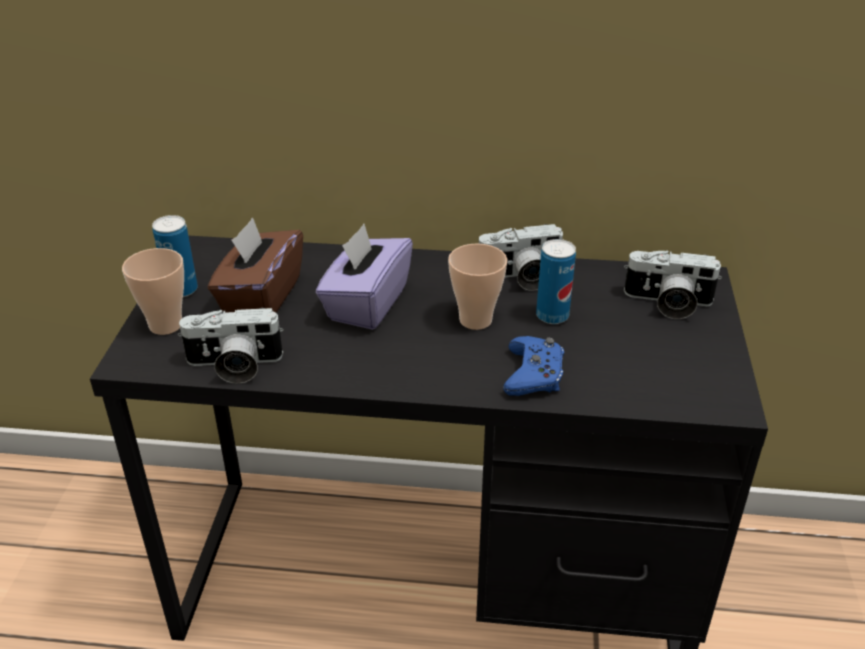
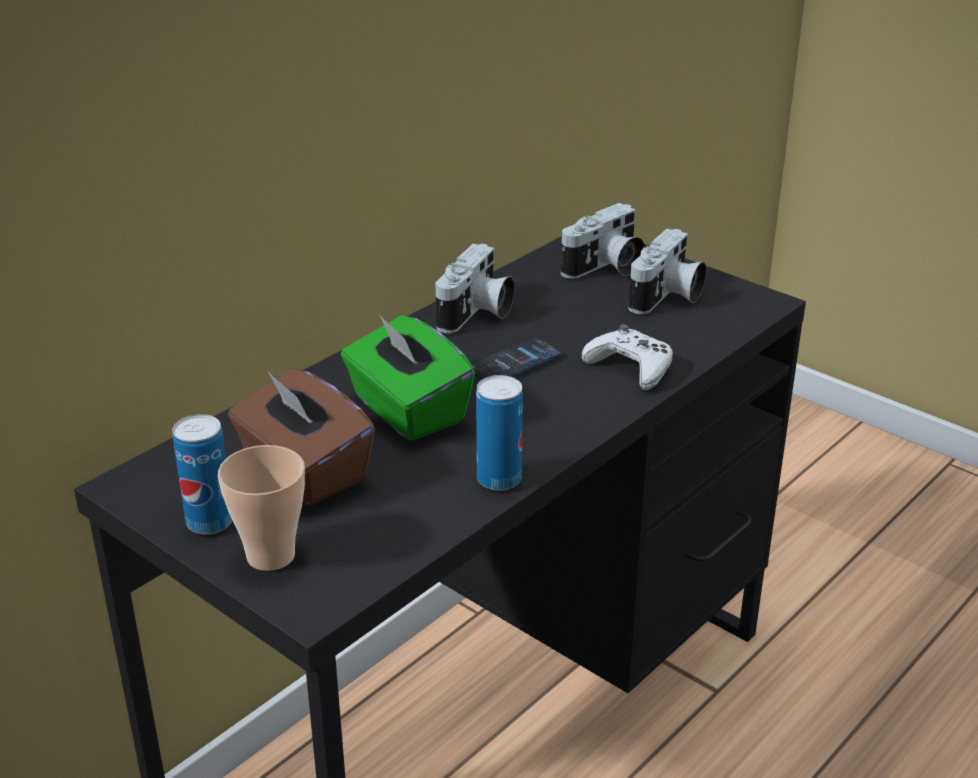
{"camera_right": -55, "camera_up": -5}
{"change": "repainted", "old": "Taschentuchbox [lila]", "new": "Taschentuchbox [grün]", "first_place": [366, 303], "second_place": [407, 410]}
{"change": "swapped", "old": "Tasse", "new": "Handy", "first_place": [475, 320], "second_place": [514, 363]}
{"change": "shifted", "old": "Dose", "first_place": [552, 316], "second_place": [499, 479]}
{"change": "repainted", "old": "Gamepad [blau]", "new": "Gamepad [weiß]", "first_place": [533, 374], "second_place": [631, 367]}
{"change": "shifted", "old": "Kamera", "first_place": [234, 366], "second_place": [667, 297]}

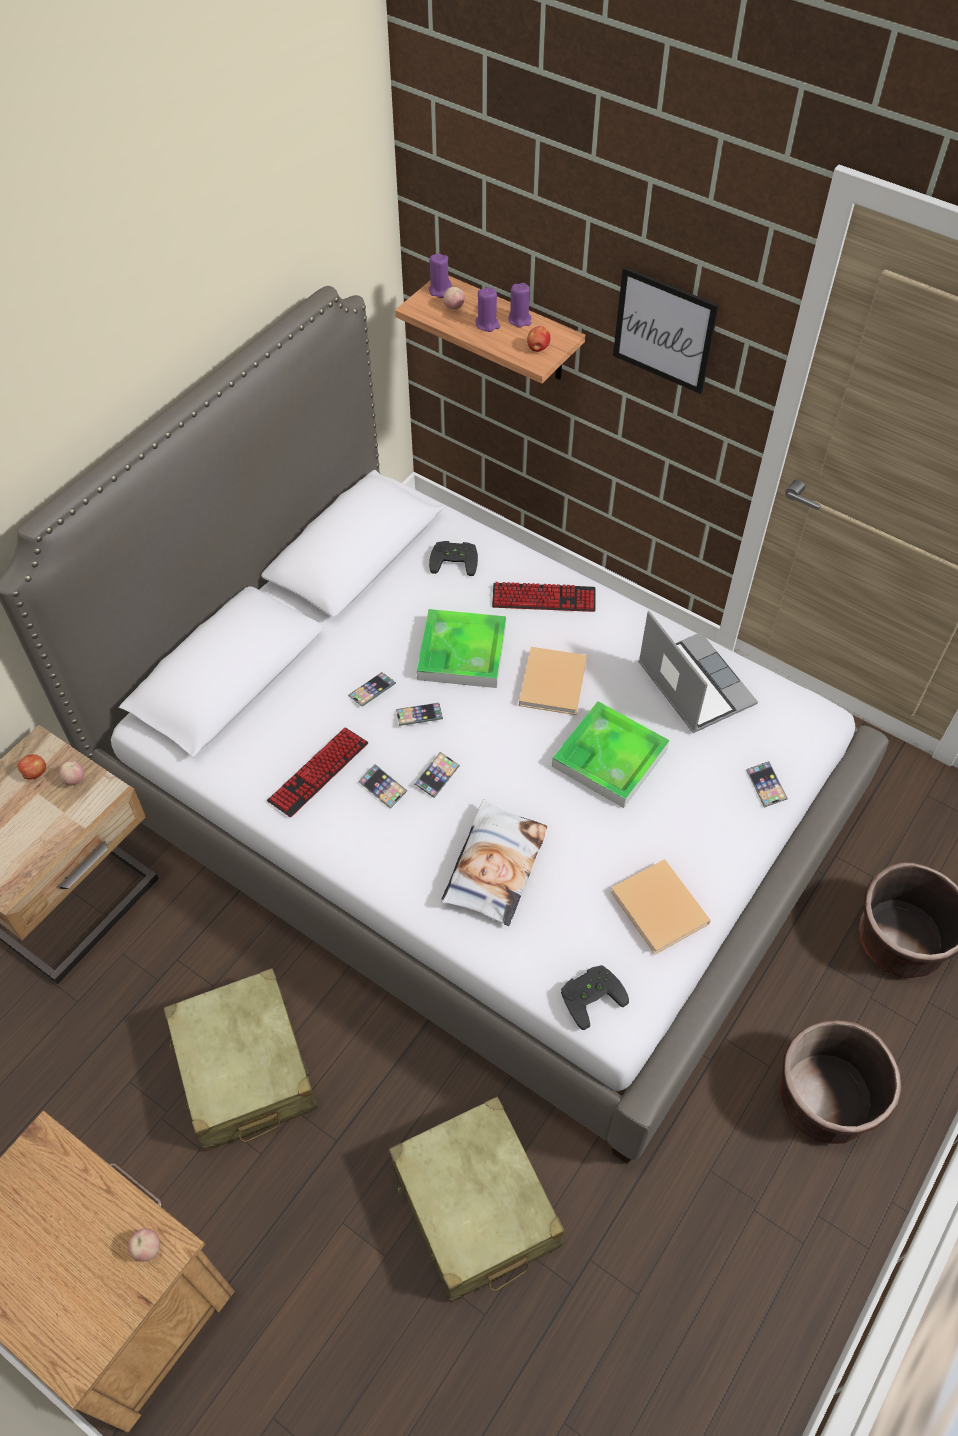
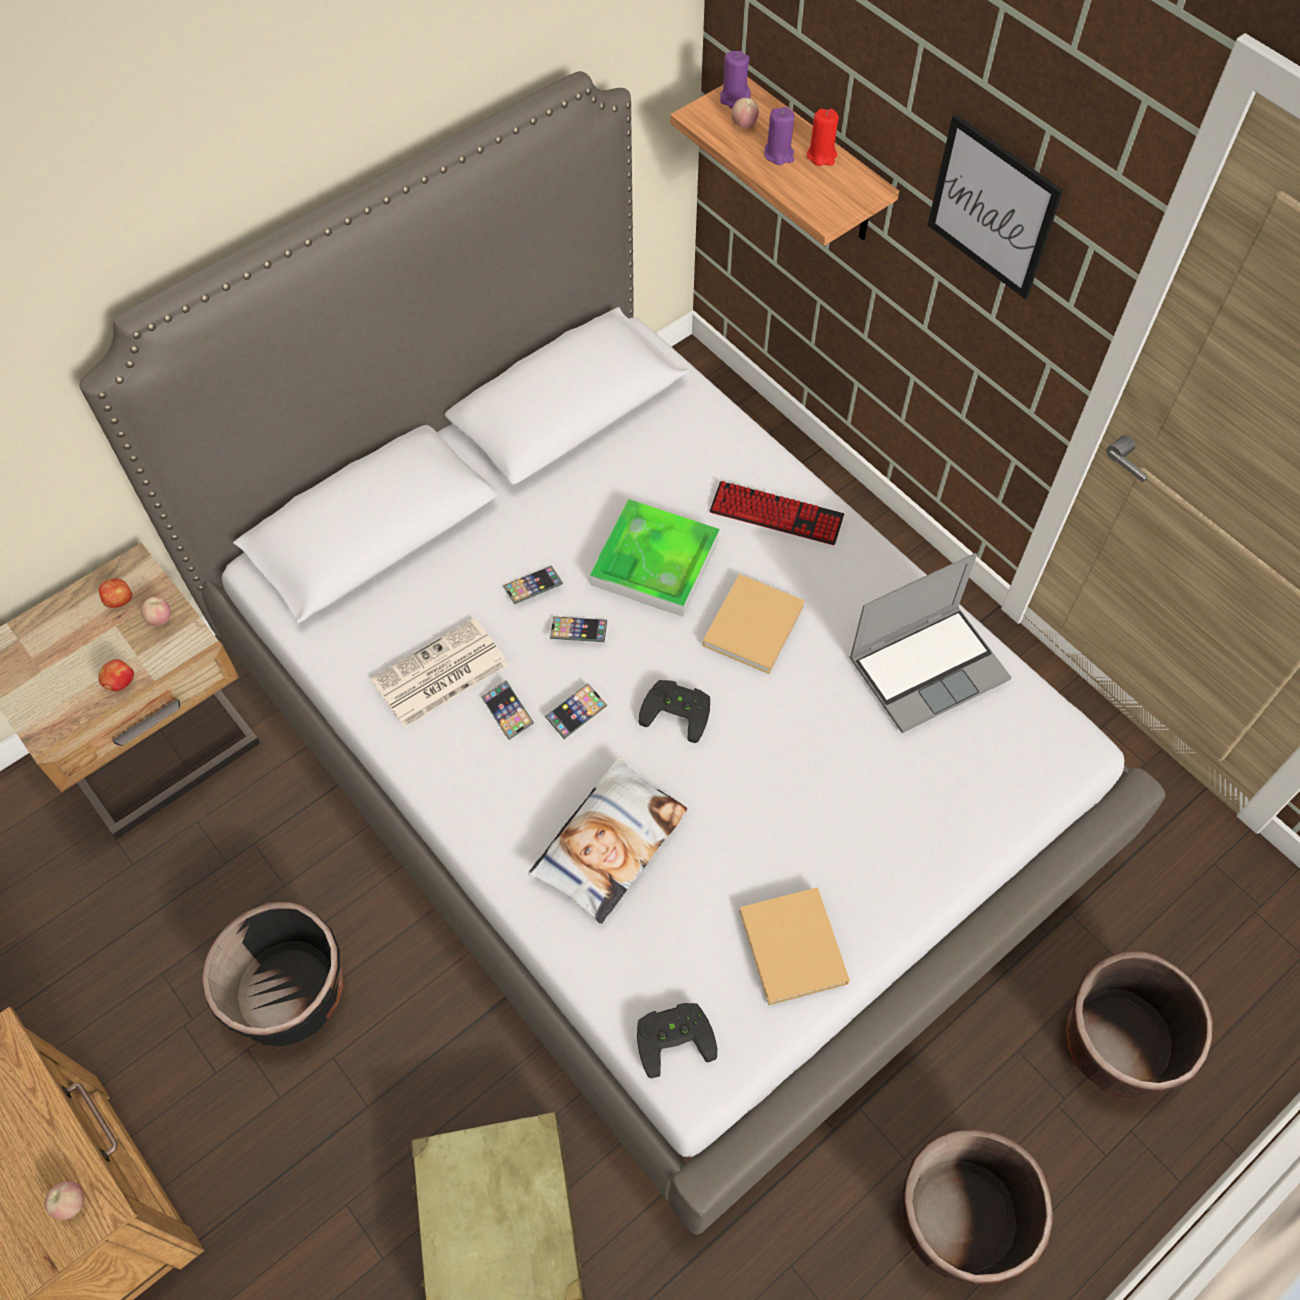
{"camera_right": 15, "camera_up": 5}
{"change": "shifted", "old": "Apfel", "first_place": [538, 348], "second_place": [120, 683]}
{"change": "swapped", "old": "Koffer [beige]", "new": "Pflanzkübel [schwarz]", "first_place": [245, 1069], "second_place": [291, 993]}
{"change": "swapped", "old": "Tastatur", "new": "Zeitung", "first_place": [318, 773], "second_place": [439, 675]}
{"change": "shifted", "old": "Gamepad [schwarz]", "first_place": [455, 559], "second_place": [678, 709]}
{"change": "repainted", "old": "Kerze [lila]", "new": "Kerze [rot]", "first_place": [519, 320], "second_place": [821, 155]}
{"change": "rotated", "old": "Laptop", "first_place": [693, 684], "second_place": [928, 667], "degrees": 75}
{"change": "gone", "old": "Tablett", "first_place": [609, 758]}
{"change": "gone", "old": "Handy", "first_place": [765, 786]}

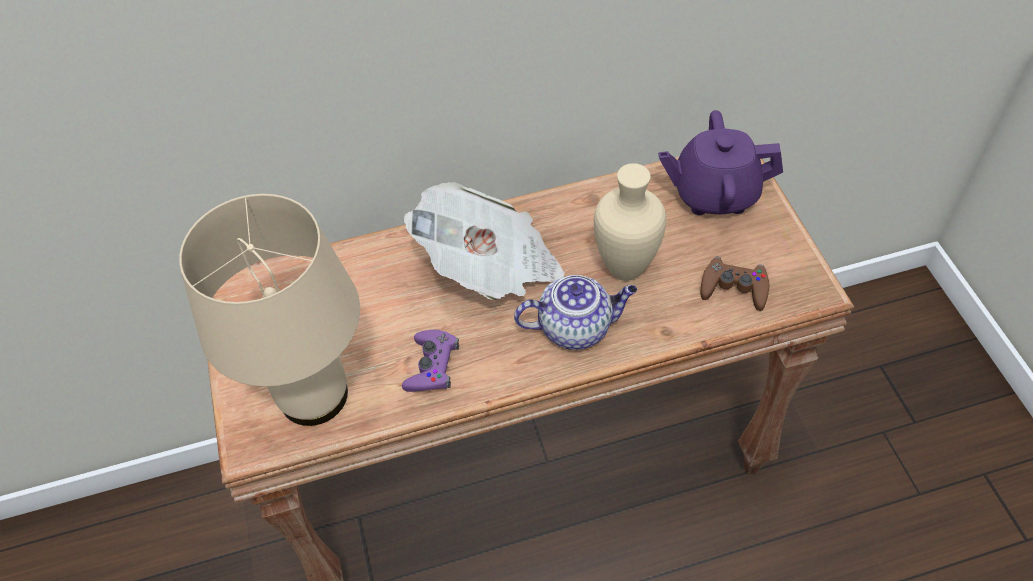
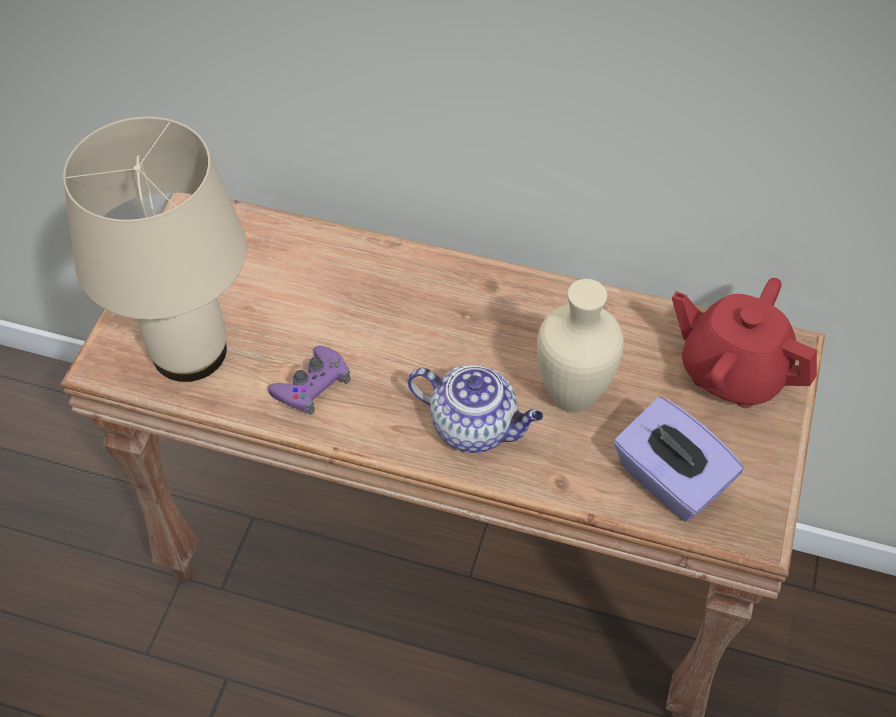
{"camera_right": 30, "camera_up": 0}
{"change": "swapped", "old": "Gamepad [braun]", "new": "Taschentuchbox [lila]", "first_place": [734, 288], "second_place": [669, 480]}
{"change": "repainted", "old": "Teekanne [lila]", "new": "Teekanne [rot]", "first_place": [714, 194], "second_place": [732, 372]}
{"change": "gone", "old": "Zeitung", "first_place": [490, 266]}

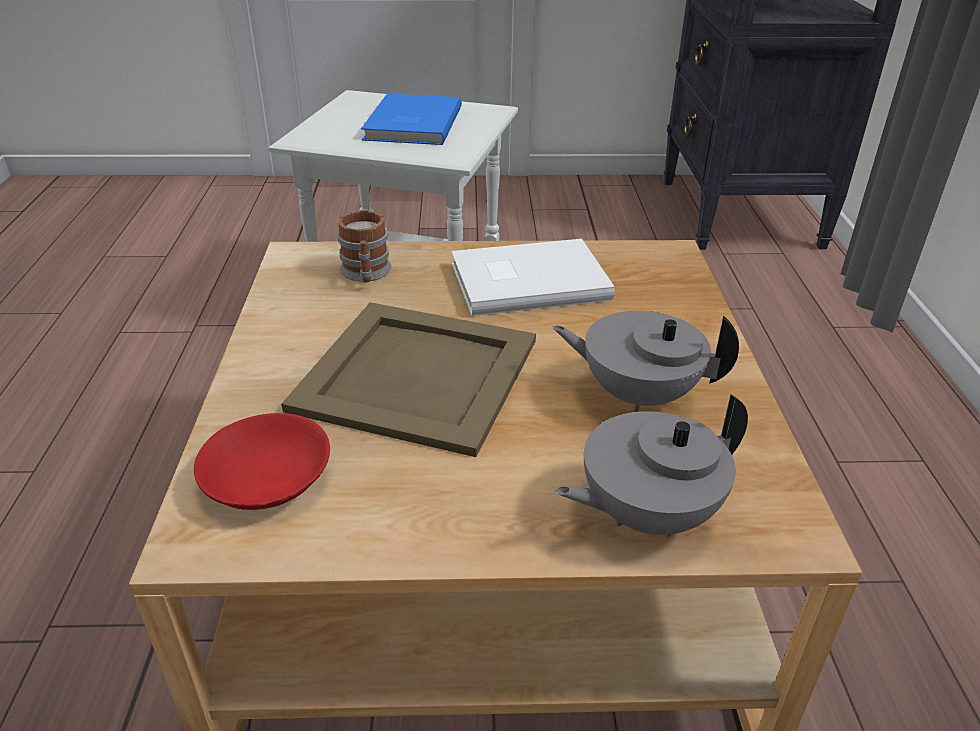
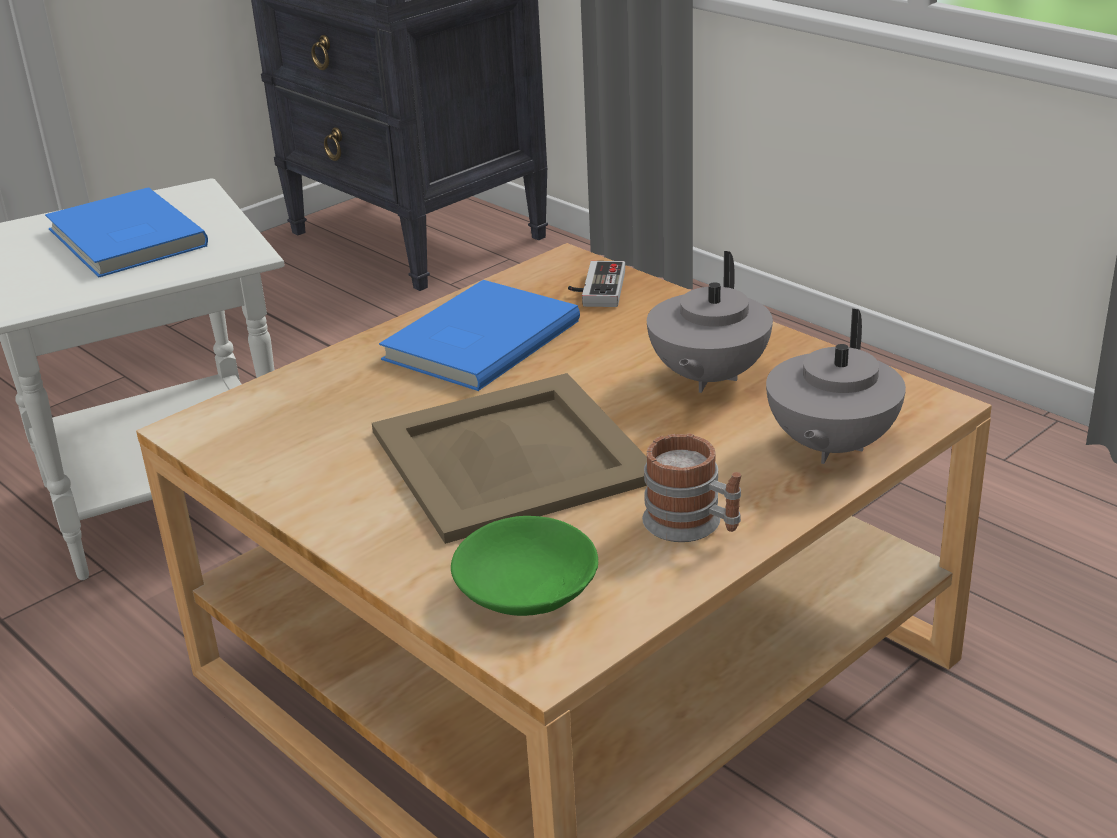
{"camera_right": -40, "camera_up": -5}
{"change": "repainted", "old": "Buch [weiß]", "new": "Buch [blau]", "first_place": [526, 280], "second_place": [476, 340]}
{"change": "repainted", "old": "Schüssel [rot]", "new": "Schüssel [grün]", "first_place": [266, 482], "second_place": [527, 591]}
{"change": "new", "new": "Gamepad", "second_place": [595, 289]}
{"change": "shifted", "old": "Henkelbecher", "first_place": [366, 274], "second_place": [693, 525]}
{"change": "rotated", "old": "Teekanne [grau]", "first_place": [637, 394], "second_place": [707, 378], "degrees": -45}

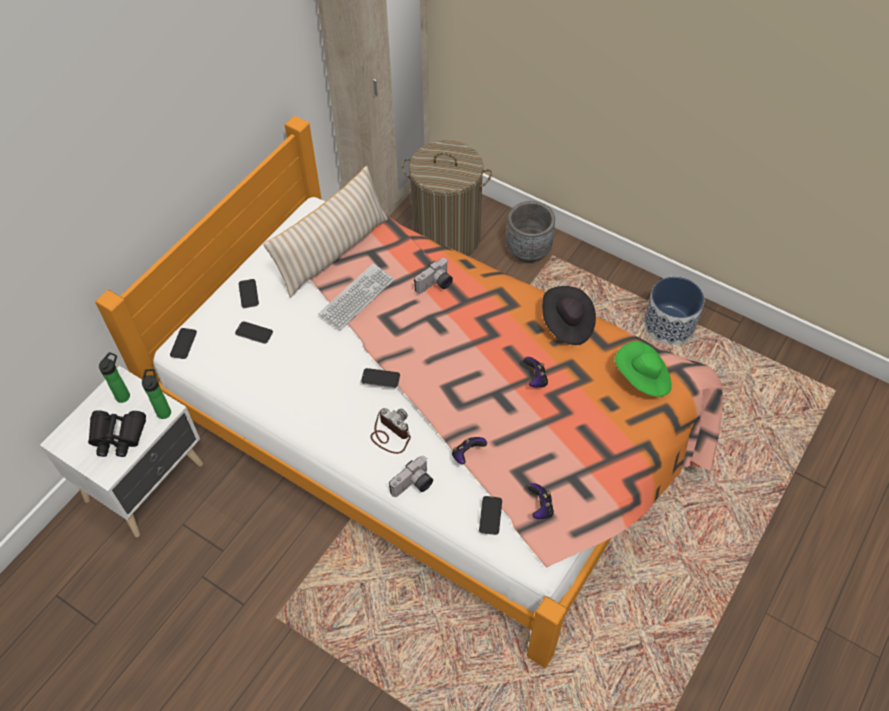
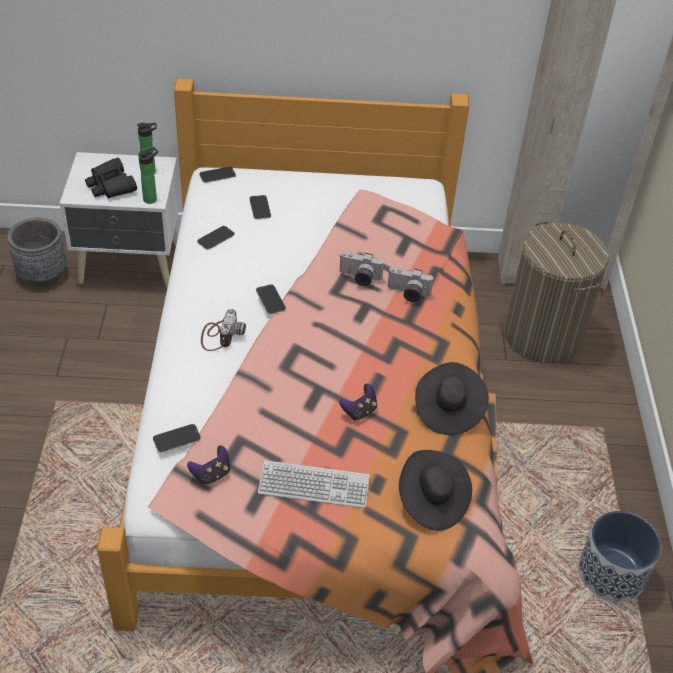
{"camera_right": 55, "camera_up": -10}
{"change": "shifted", "old": "Pflanzkübel [grau]", "first_place": [528, 250], "second_place": [43, 275]}
{"change": "shifted", "old": "Handy", "first_place": [248, 294], "second_place": [216, 238]}
{"change": "shifted", "old": "Tastatur", "first_place": [357, 297], "second_place": [314, 486]}
{"change": "shifted", "old": "Kamera", "first_place": [414, 485], "second_place": [359, 278]}
{"change": "repainted", "old": "Hut [grün]", "new": "Hut [schwarz]", "first_place": [642, 379], "second_place": [431, 501]}
{"change": "gone", "old": "Kissen [beige]", "first_place": [332, 252]}
{"change": "gone", "old": "Gamepad", "first_place": [467, 454]}

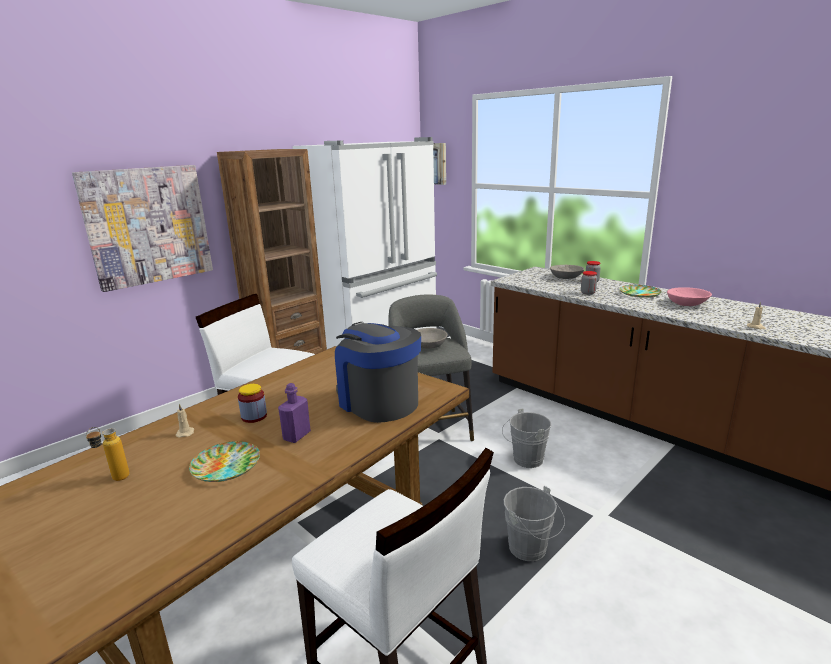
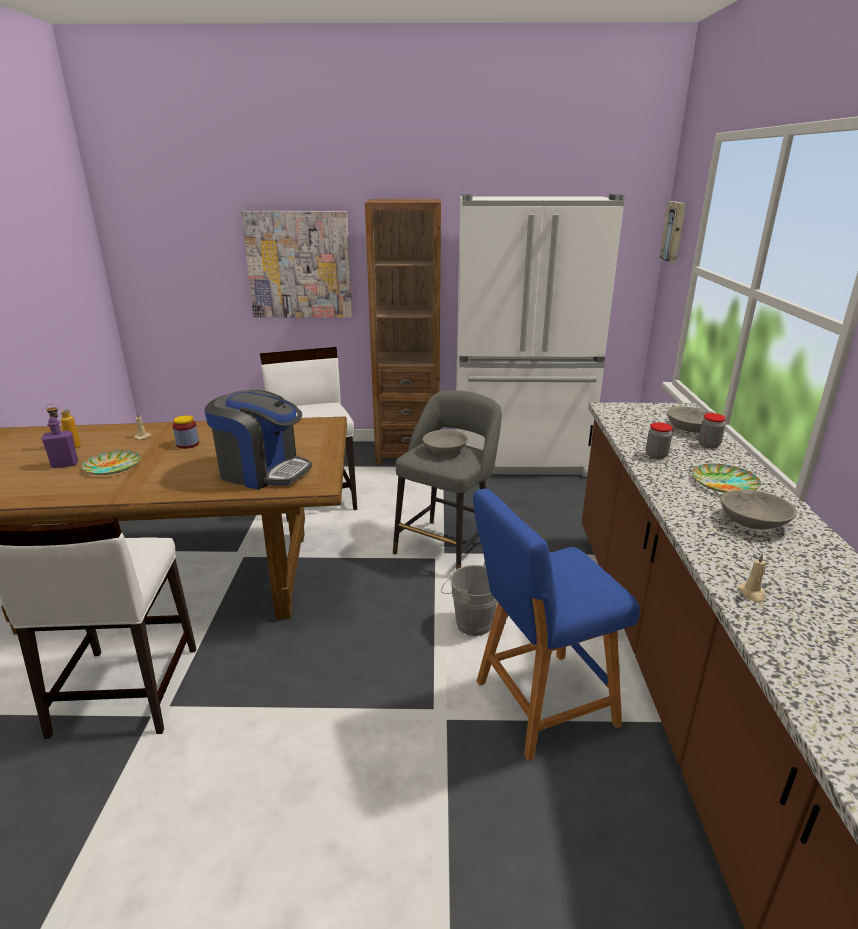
{"camera_right": 45, "camera_up": 5}
{"change": "shifted", "old": "Flasche [lila]", "first_place": [297, 436], "second_place": [64, 464]}
{"change": "rotated", "old": "Kaffeemaschine", "first_place": [378, 401], "second_place": [262, 471], "degrees": 105}
{"change": "new", "new": "Hocker [blau]", "second_place": [539, 705]}
{"change": "repainted", "old": "Schüssel [rosa]", "new": "Schüssel [grau]", "first_place": [687, 303], "second_place": [753, 522]}
{"change": "gone", "old": "Eimer [grau]", "first_place": [530, 550]}

